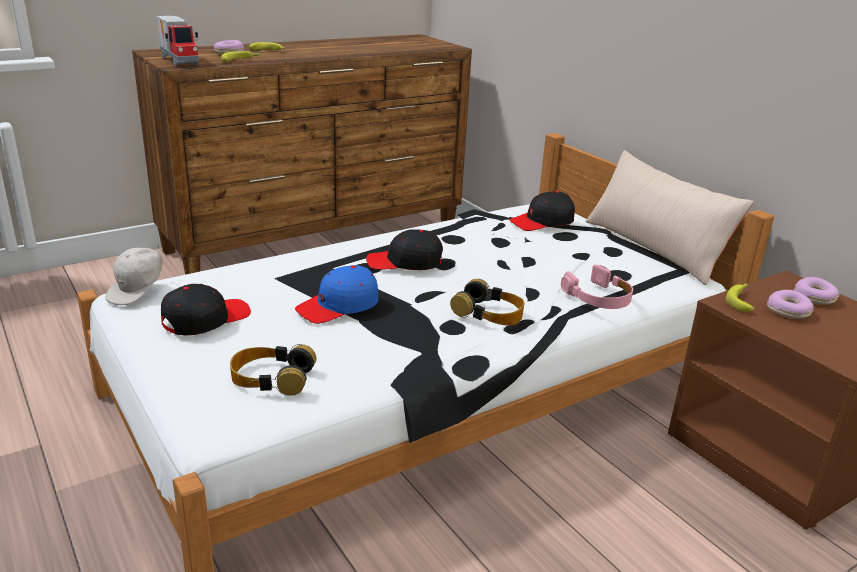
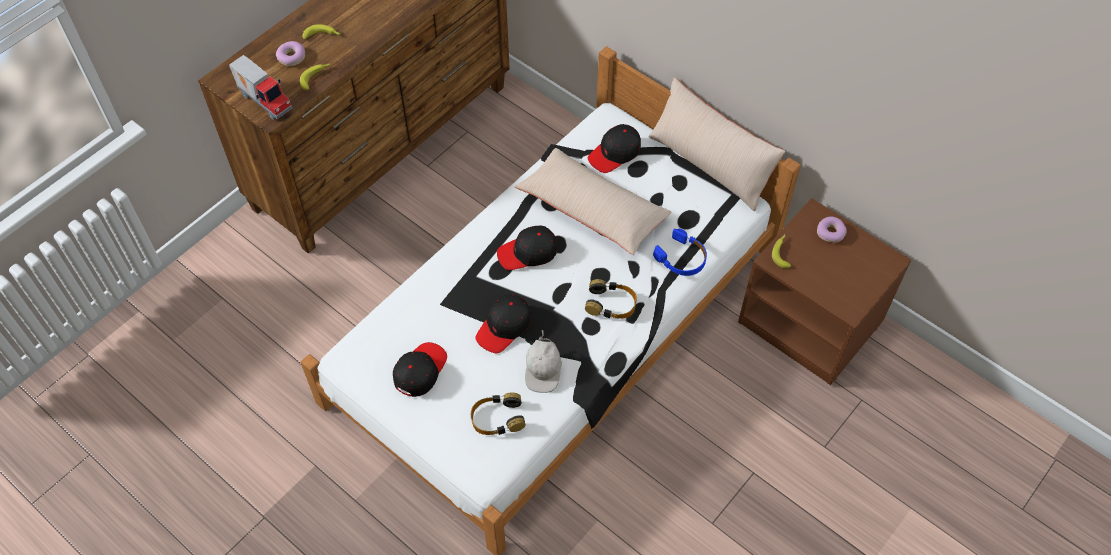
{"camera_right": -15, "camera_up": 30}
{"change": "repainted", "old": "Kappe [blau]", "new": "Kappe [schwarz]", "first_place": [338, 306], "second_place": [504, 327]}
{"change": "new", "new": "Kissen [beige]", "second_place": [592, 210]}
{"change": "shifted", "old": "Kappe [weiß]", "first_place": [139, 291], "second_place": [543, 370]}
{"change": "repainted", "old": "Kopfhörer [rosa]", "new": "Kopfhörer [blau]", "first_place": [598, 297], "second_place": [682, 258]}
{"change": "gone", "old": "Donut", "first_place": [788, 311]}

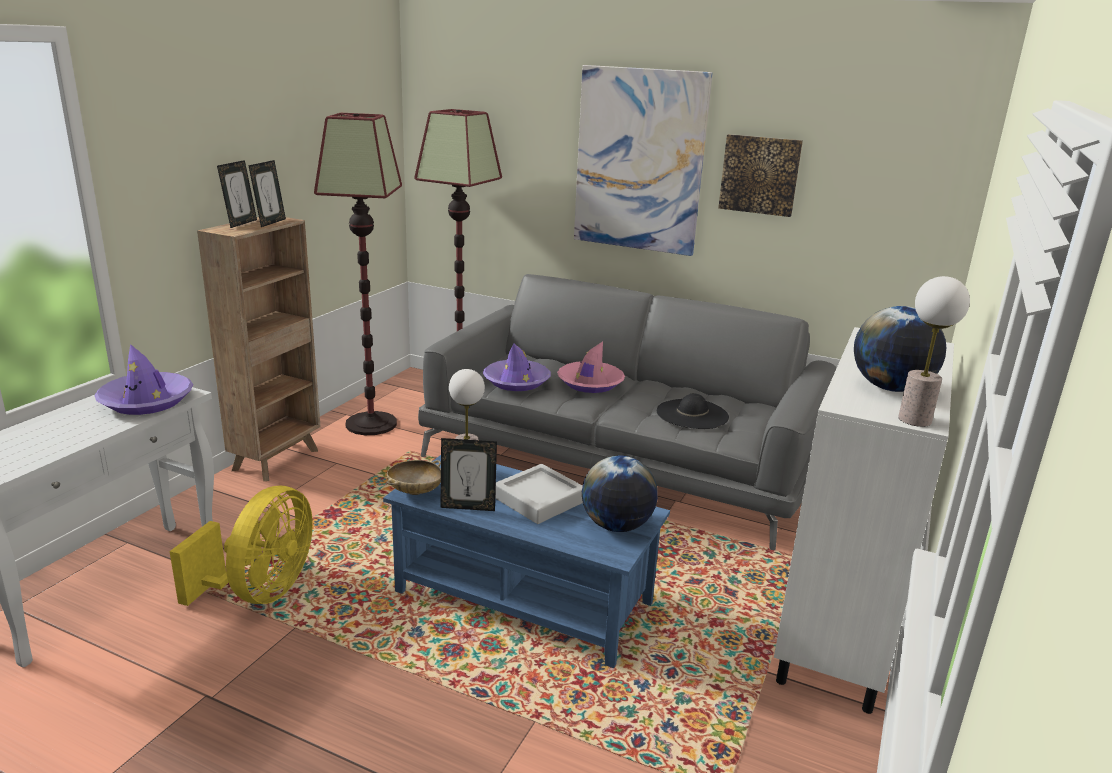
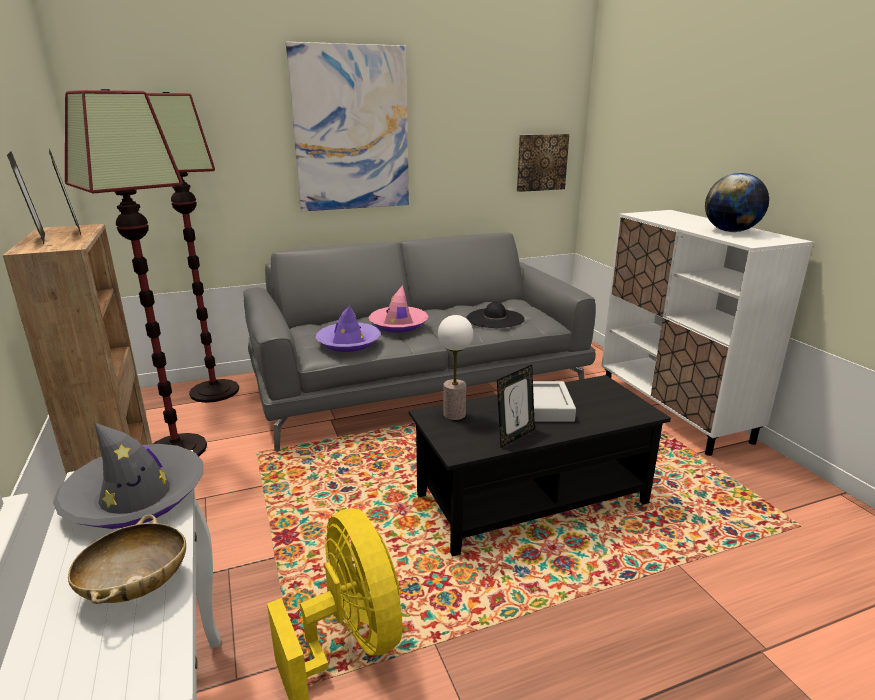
{"camera_right": -45, "camera_up": 0}
{"change": "repainted", "old": "Hut [lila]", "new": "Hut [grau]", "first_place": [147, 401], "second_place": [136, 496]}
{"change": "shifted", "old": "Schüssel [beige]", "first_place": [415, 491], "second_place": [135, 586]}
{"change": "repainted", "old": "Couchtisch [blau]", "new": "Couchtisch [schwarz]", "first_place": [524, 598], "second_place": [532, 499]}
{"change": "shifted", "old": "Bild", "first_place": [760, 175], "second_place": [541, 162]}
{"change": "gone", "old": "Globus", "first_place": [616, 526]}
{"change": "gone", "old": "Tischlampe", "first_place": [915, 420]}

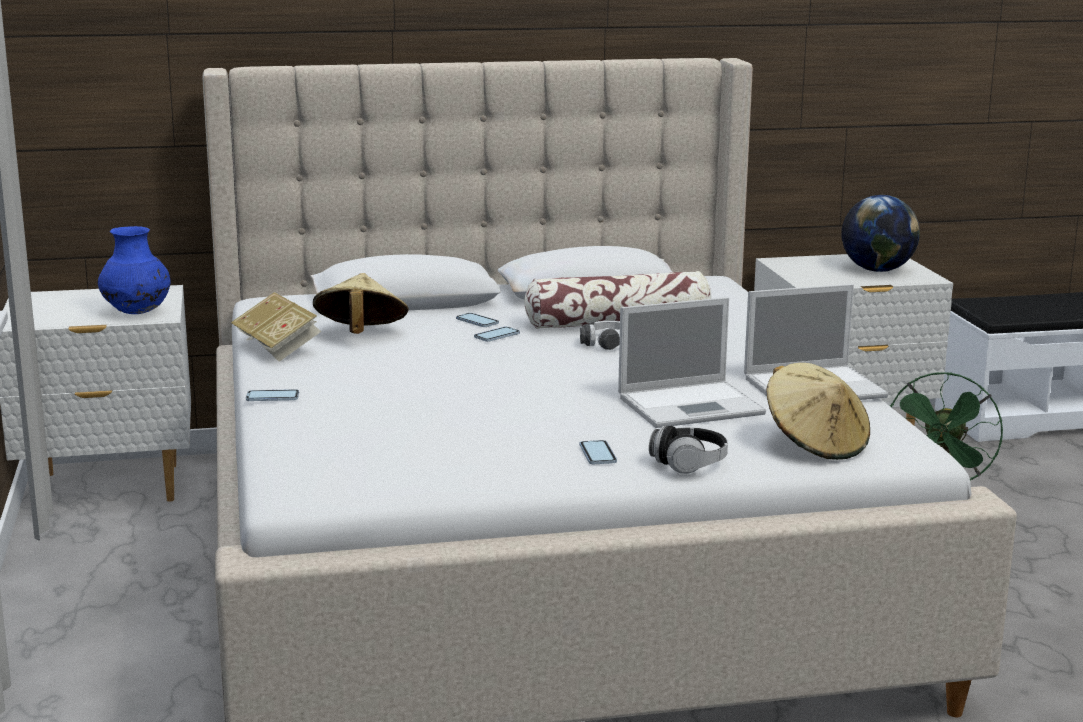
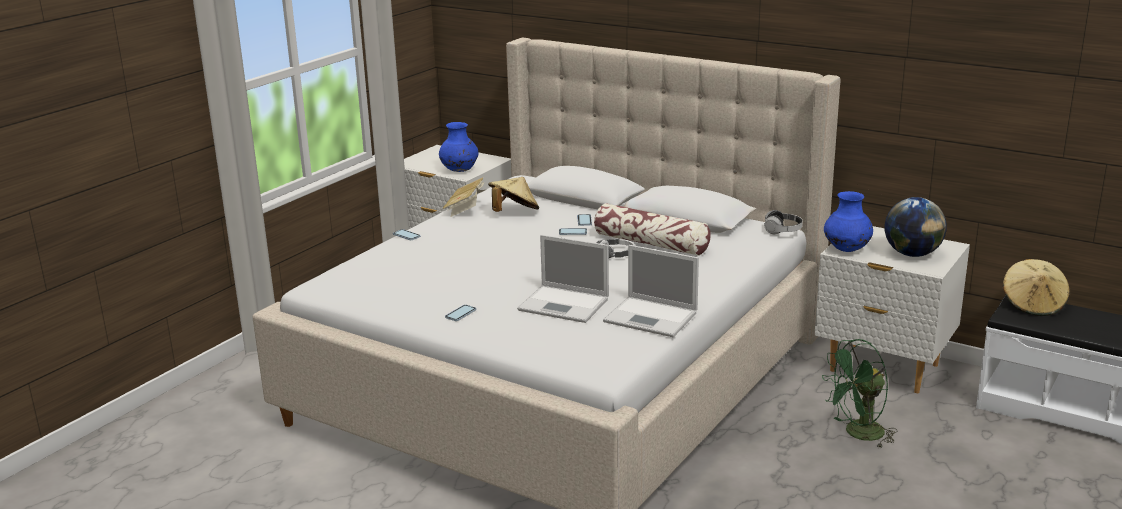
{"camera_right": 45, "camera_up": 5}
{"change": "shifted", "old": "Kopfhörer", "first_place": [689, 464], "second_place": [782, 231]}
{"change": "new", "new": "Vase [blau]", "second_place": [847, 250]}
{"change": "shifted", "old": "Hut [beige]", "first_place": [815, 444], "second_place": [1033, 305]}

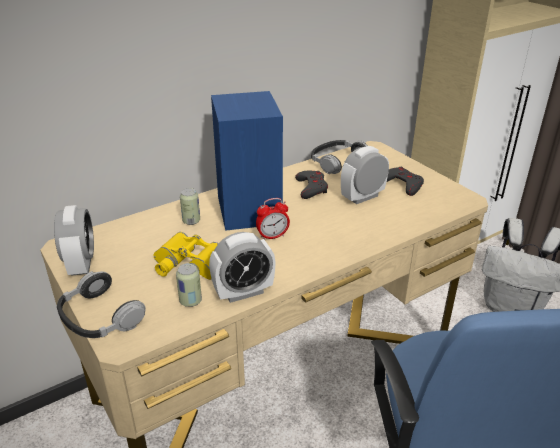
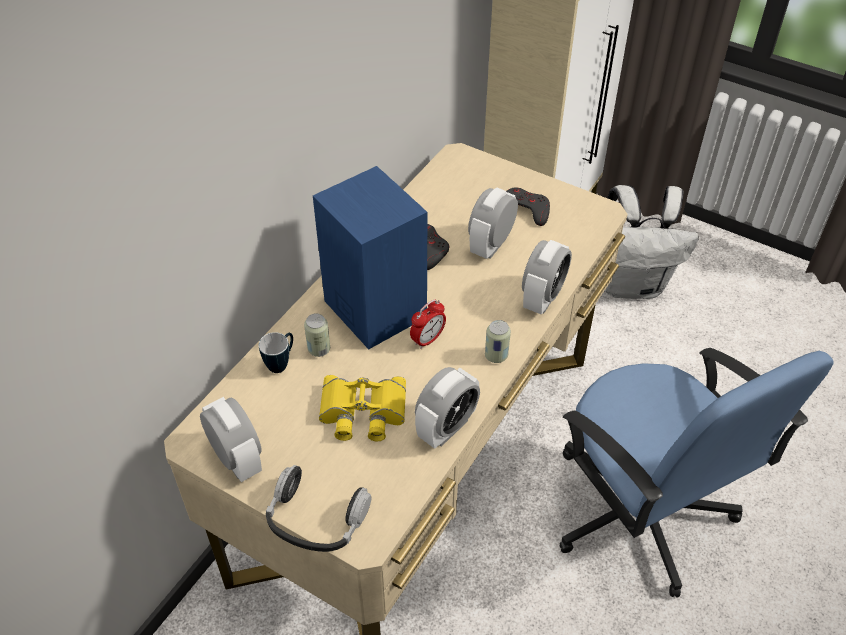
{"camera_right": -25, "camera_up": 15}
{"change": "new", "new": "Henkelbecher", "second_place": [281, 363]}
{"change": "shifted", "old": "Dose", "first_place": [190, 301], "second_place": [496, 355]}
{"change": "new", "new": "Wecker", "second_place": [542, 298]}
{"change": "gone", "old": "Kopfhörer", "first_place": [337, 161]}

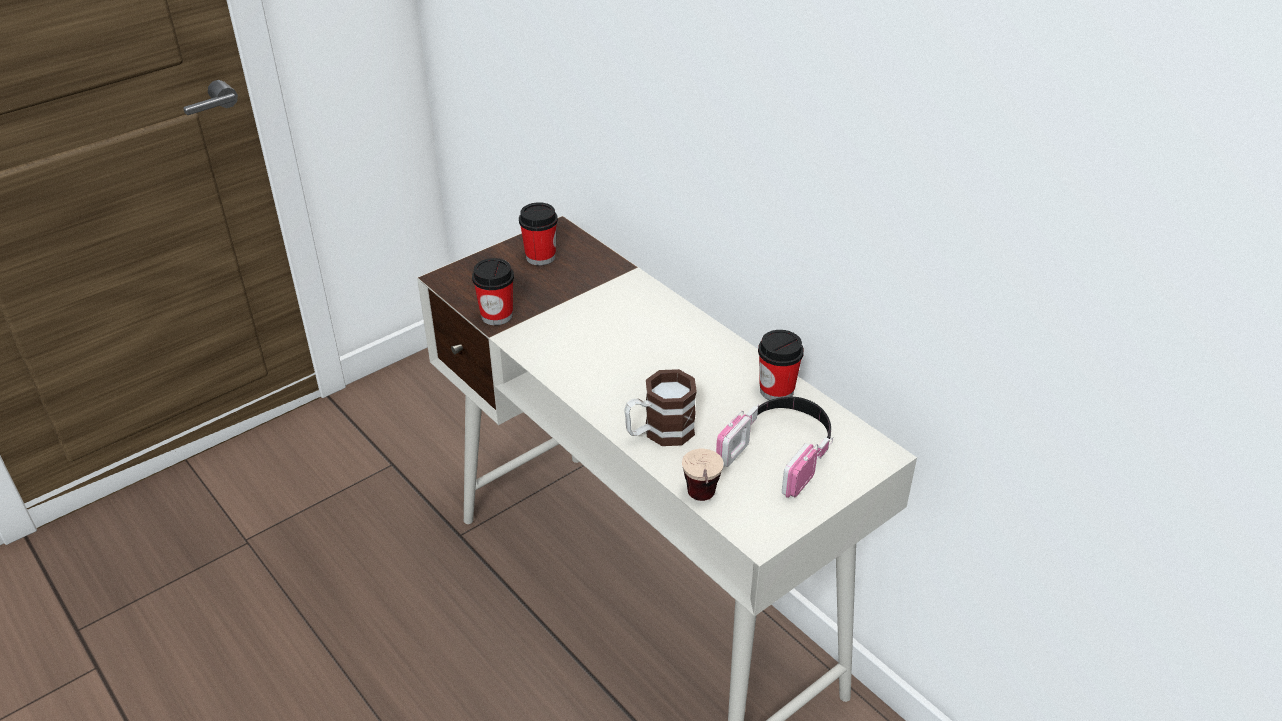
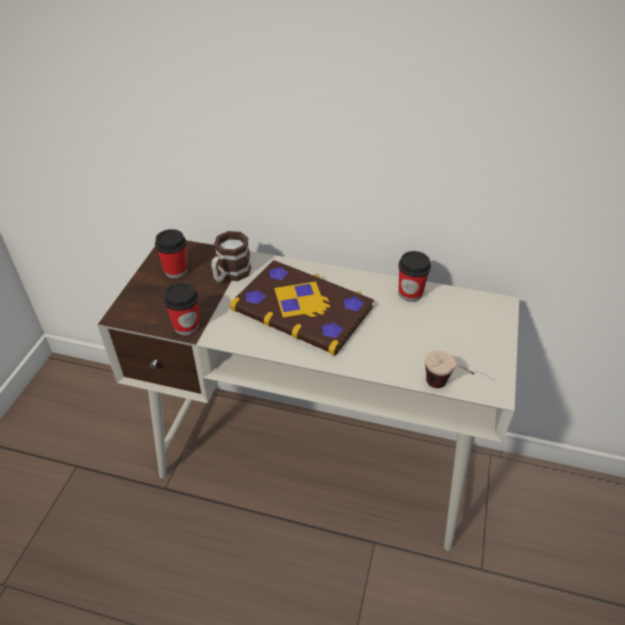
{"camera_right": -35, "camera_up": 5}
{"change": "shifted", "old": "Henkelbecher", "first_place": [659, 432], "second_place": [230, 274]}
{"change": "new", "new": "Buch", "second_place": [303, 308]}
{"change": "gone", "old": "Kopfhörer", "first_place": [780, 452]}

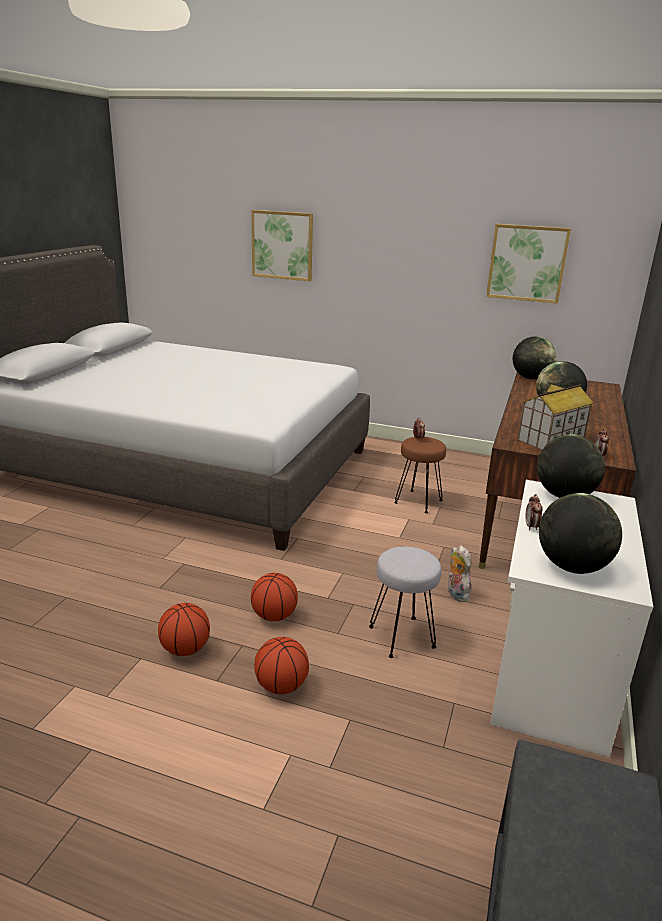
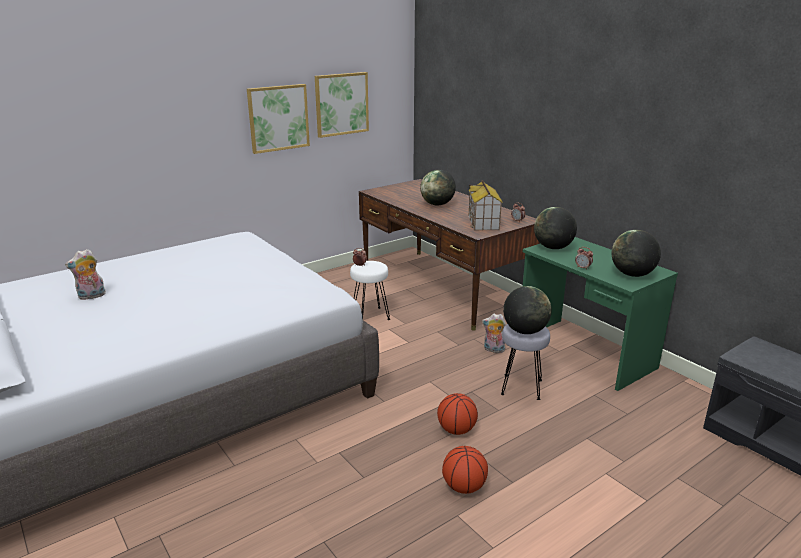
{"camera_right": -55, "camera_up": 0}
{"change": "new", "new": "Plüschtier", "second_place": [91, 296]}
{"change": "shifted", "old": "Bild", "first_place": [282, 245], "second_place": [278, 118]}
{"change": "repainted", "old": "Hocker [braun]", "new": "Hocker [weiß]", "first_place": [418, 501], "second_place": [369, 316]}
{"change": "shifted", "old": "Globus", "first_place": [530, 378], "second_place": [525, 331]}
{"change": "repainted", "old": "Schreibtisch [weiß]", "new": "Schreibtisch [grün]", "first_place": [549, 668], "second_place": [584, 352]}
{"change": "gone", "old": "Basketball", "first_place": [281, 686]}

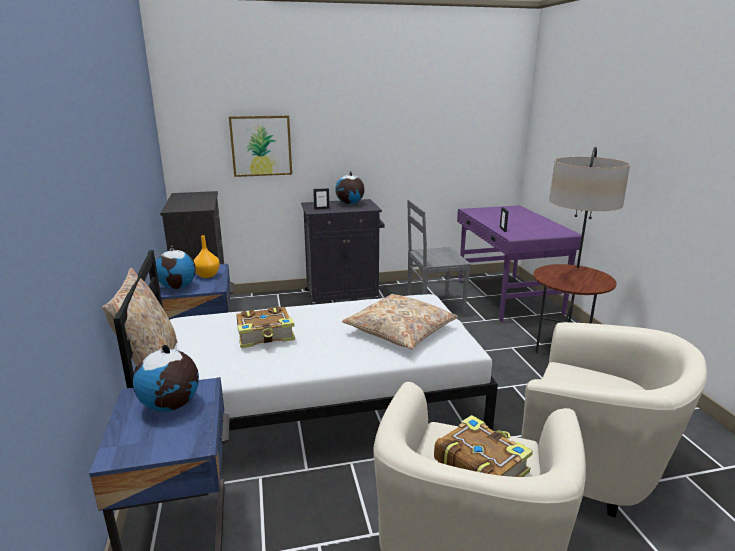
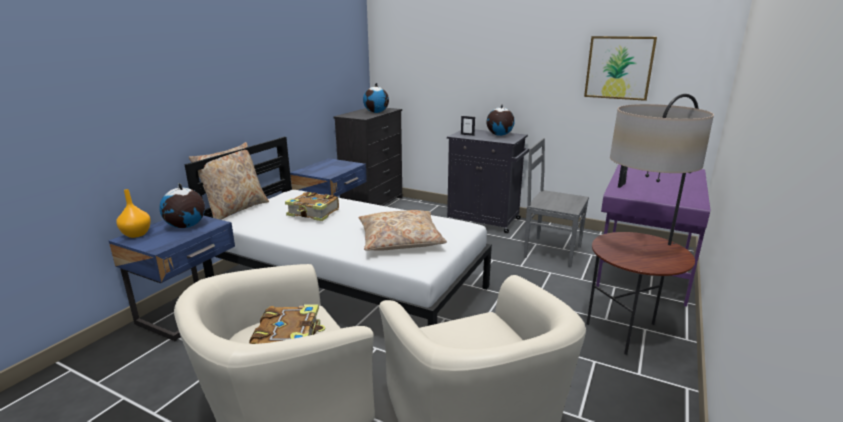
{"camera_right": 40, "camera_up": 0}
{"change": "shifted", "old": "Vase [orange]", "first_place": [207, 275], "second_place": [136, 234]}
{"change": "shifted", "old": "Globus", "first_place": [178, 287], "second_place": [376, 112]}
{"change": "shifted", "old": "Bild", "first_place": [261, 146], "second_place": [619, 68]}

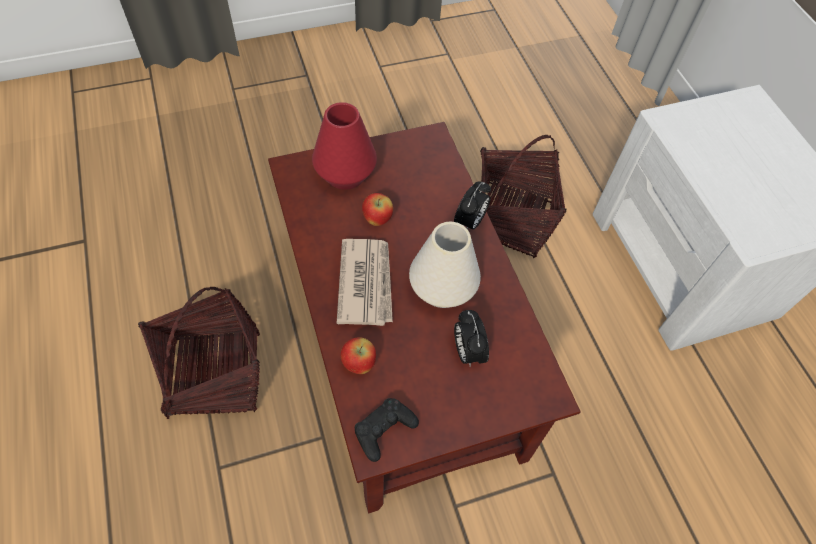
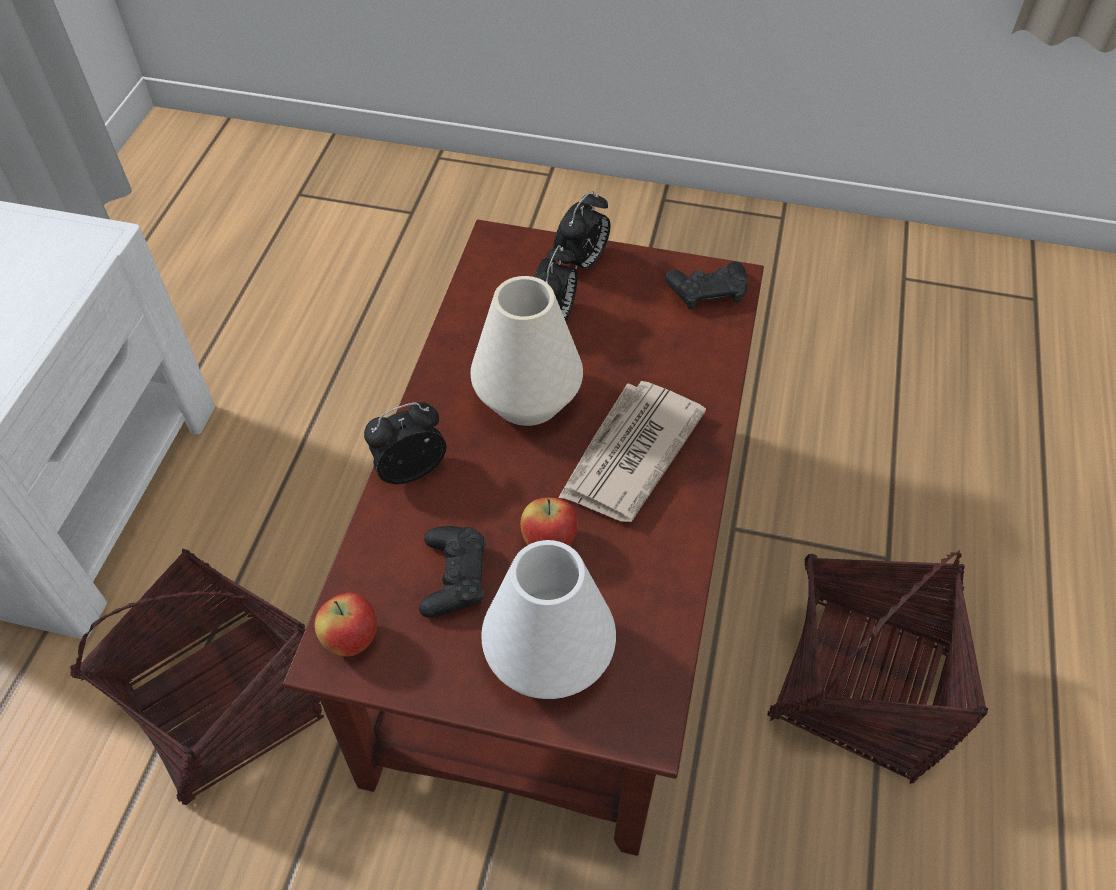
{"camera_right": -145, "camera_up": -5}
{"change": "shifted", "old": "Apfel", "first_place": [358, 363], "second_place": [352, 640]}
{"change": "new", "new": "Gamepad [schwarz]", "second_place": [454, 576]}
{"change": "repainted", "old": "Vase [rot]", "new": "Vase [weiß]", "first_place": [345, 174], "second_place": [548, 656]}
{"change": "new", "new": "Wecker", "second_place": [582, 262]}

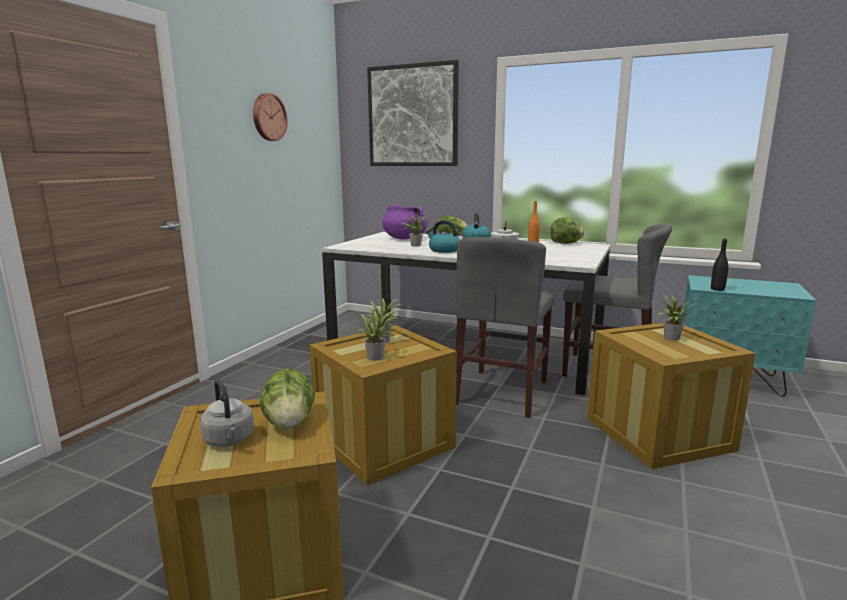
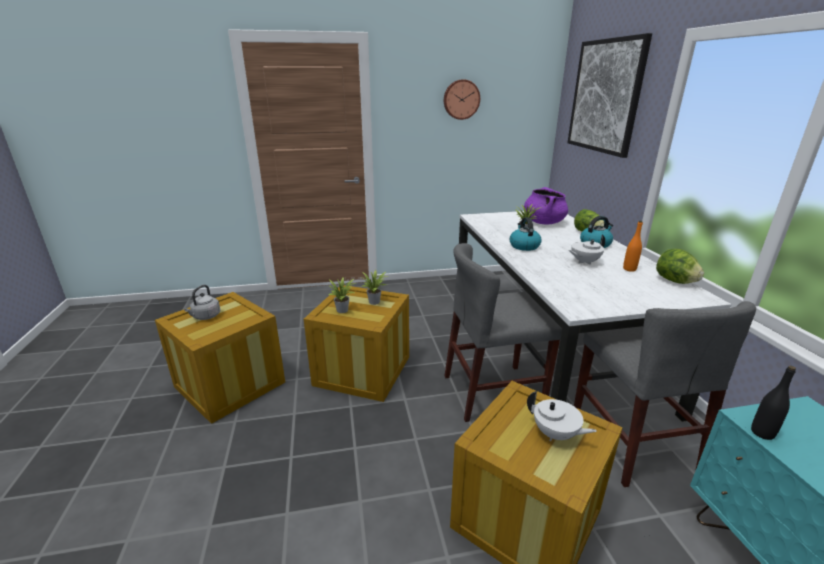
{"camera_right": 55, "camera_up": 10}
{"change": "swapped", "old": "Topfpflanze", "new": "Teekanne [weiß]", "first_place": [670, 338], "second_place": [555, 434]}
{"change": "gone", "old": "Salatkopf", "first_place": [289, 423]}

